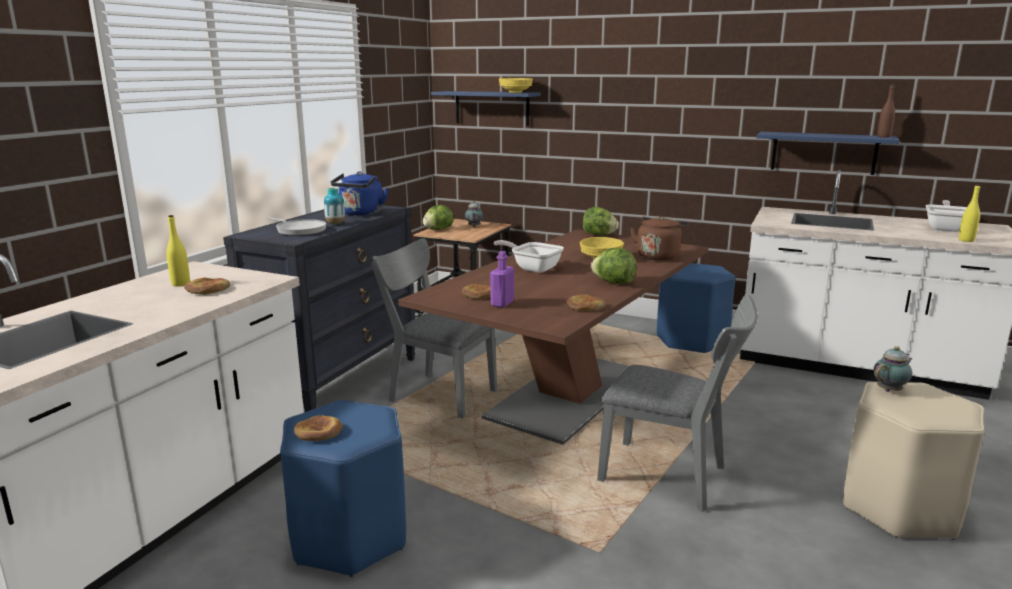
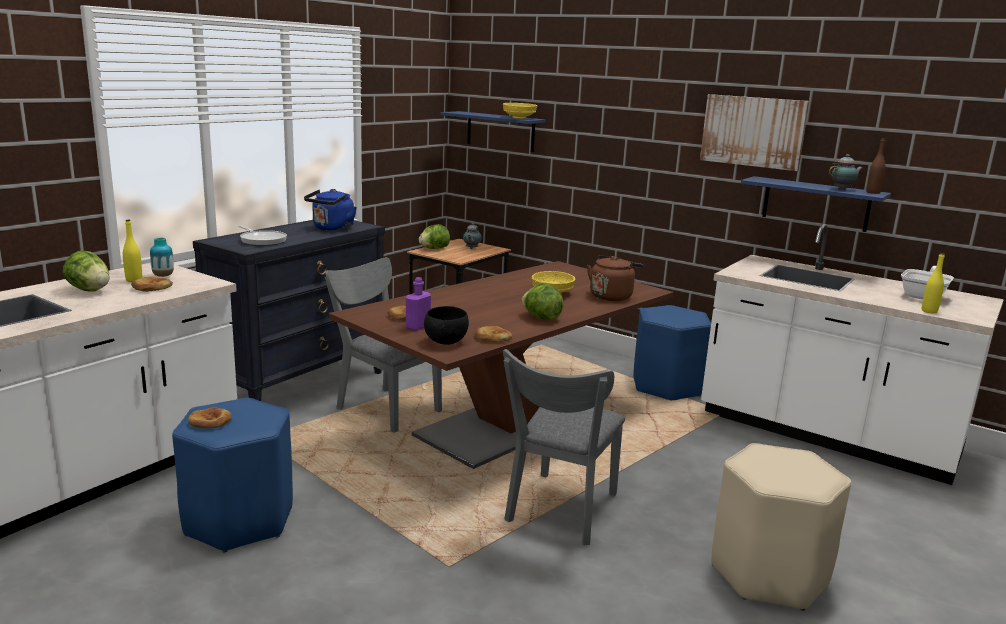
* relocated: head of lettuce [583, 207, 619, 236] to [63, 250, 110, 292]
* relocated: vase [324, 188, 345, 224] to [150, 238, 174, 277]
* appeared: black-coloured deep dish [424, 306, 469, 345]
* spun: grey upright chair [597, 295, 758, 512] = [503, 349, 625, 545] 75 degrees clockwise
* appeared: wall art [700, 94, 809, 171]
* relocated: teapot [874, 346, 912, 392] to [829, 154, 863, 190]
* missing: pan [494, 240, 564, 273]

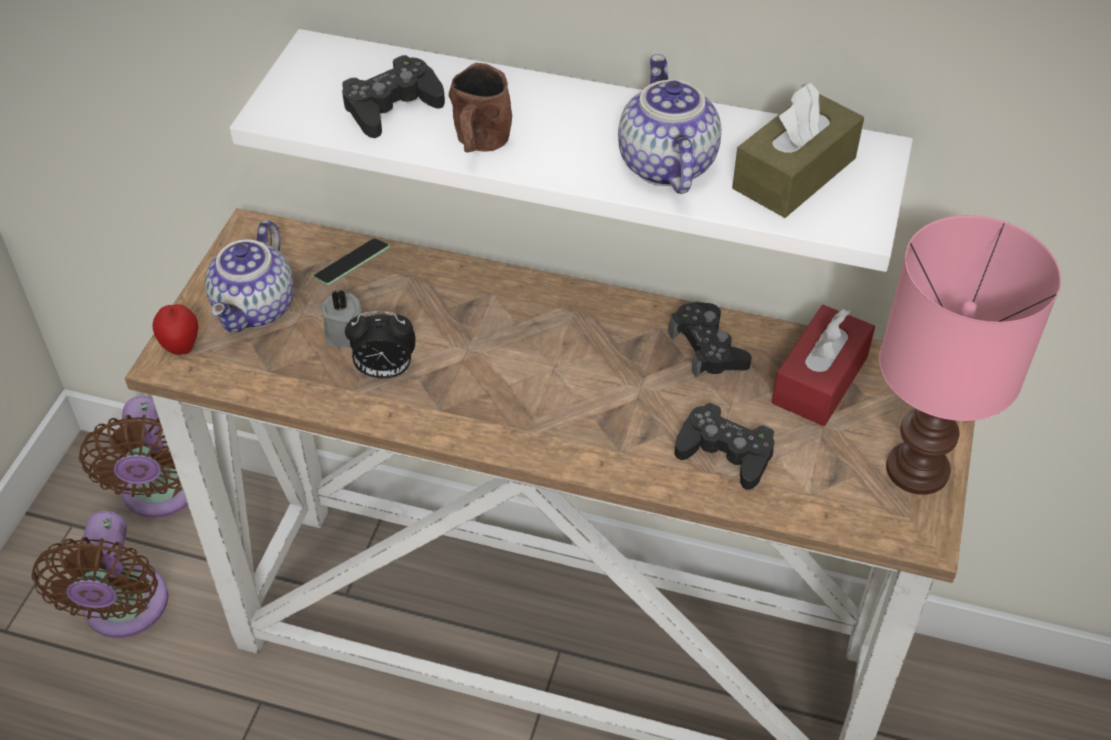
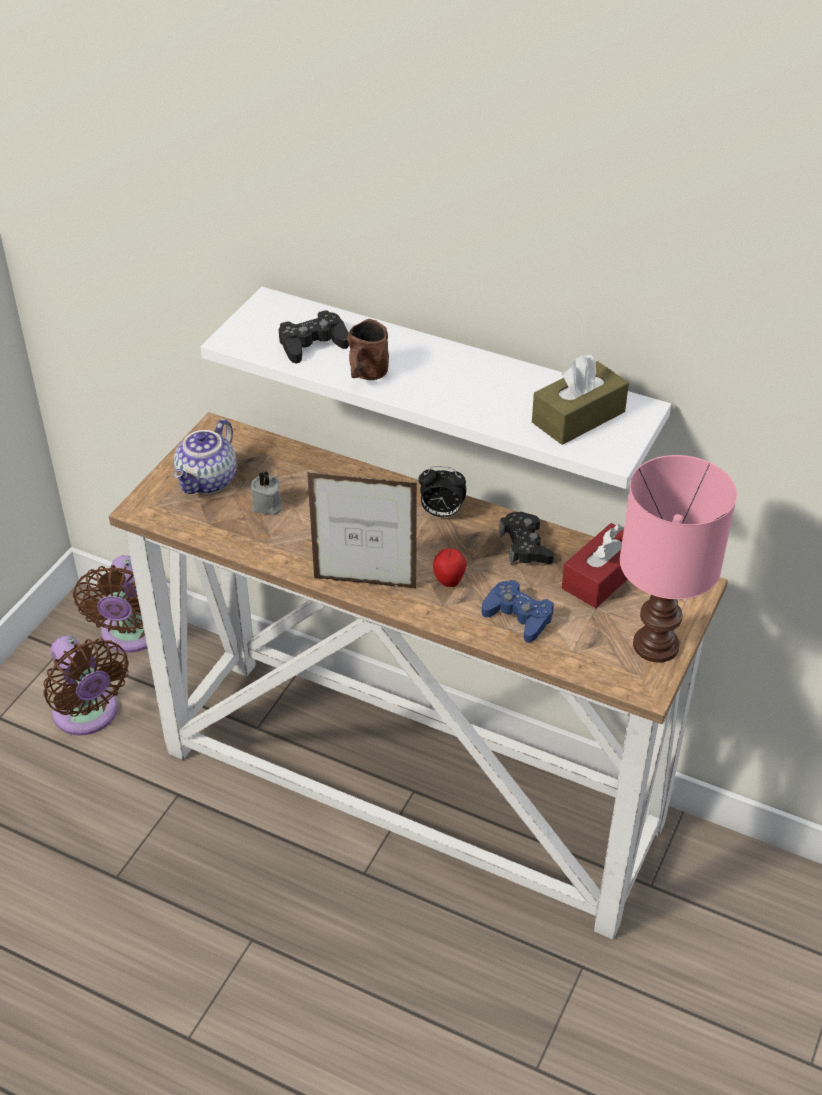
* spun: brownish fan [31, 511, 168, 638] = [43, 636, 129, 736] 45 degrees counterclockwise
* appeared: picture frame [307, 472, 417, 589]
* relocated: alarm clock [345, 311, 416, 379] to [418, 466, 466, 517]
* relocated: apple fruit [152, 304, 198, 355] to [433, 549, 466, 587]
* colour: black-coloured gamepad [675, 403, 774, 490] to blue-coloured gamepad [482, 580, 554, 643]
* missing: handset [313, 238, 390, 285]
* missing: teapot [618, 54, 721, 194]

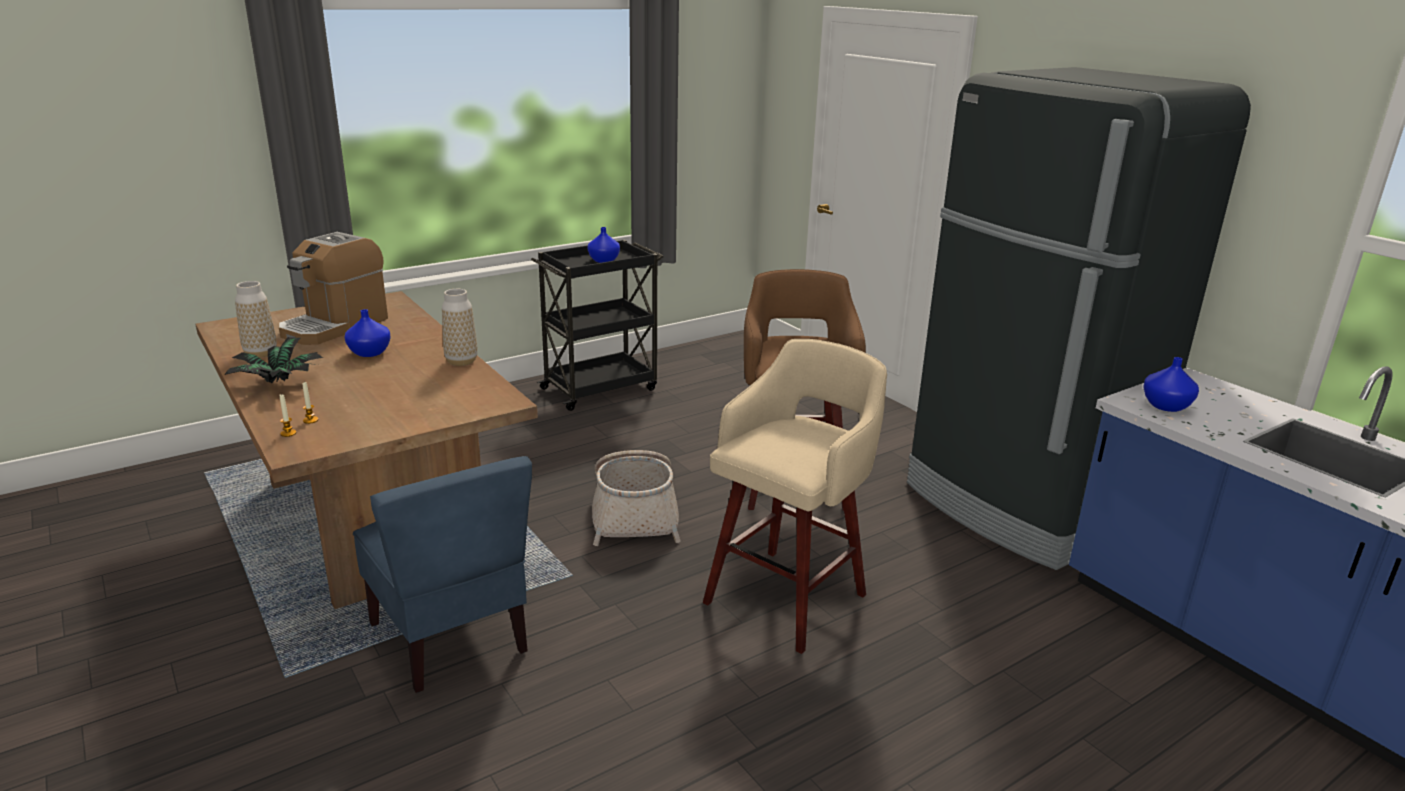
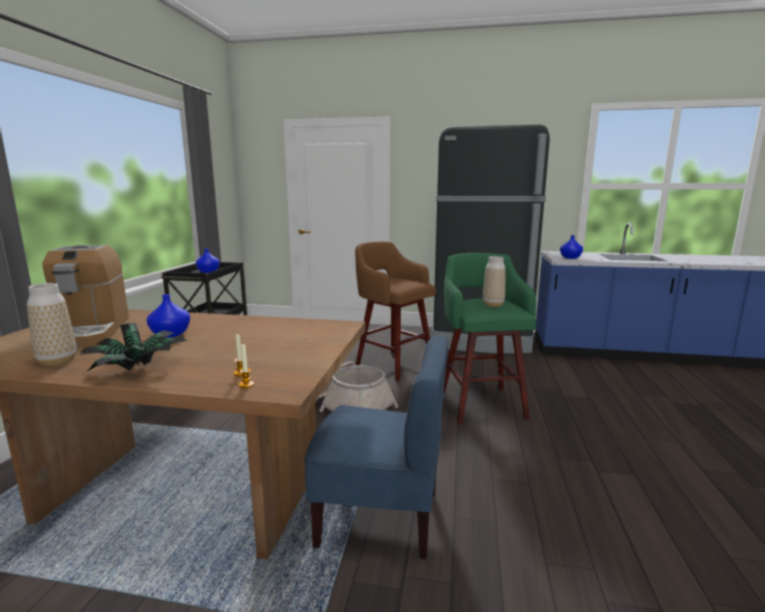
* colour: beige-coloured stool [703, 339, 887, 654] to green stool [444, 253, 536, 424]
* relocated: vase [442, 289, 477, 366] to [483, 256, 506, 307]

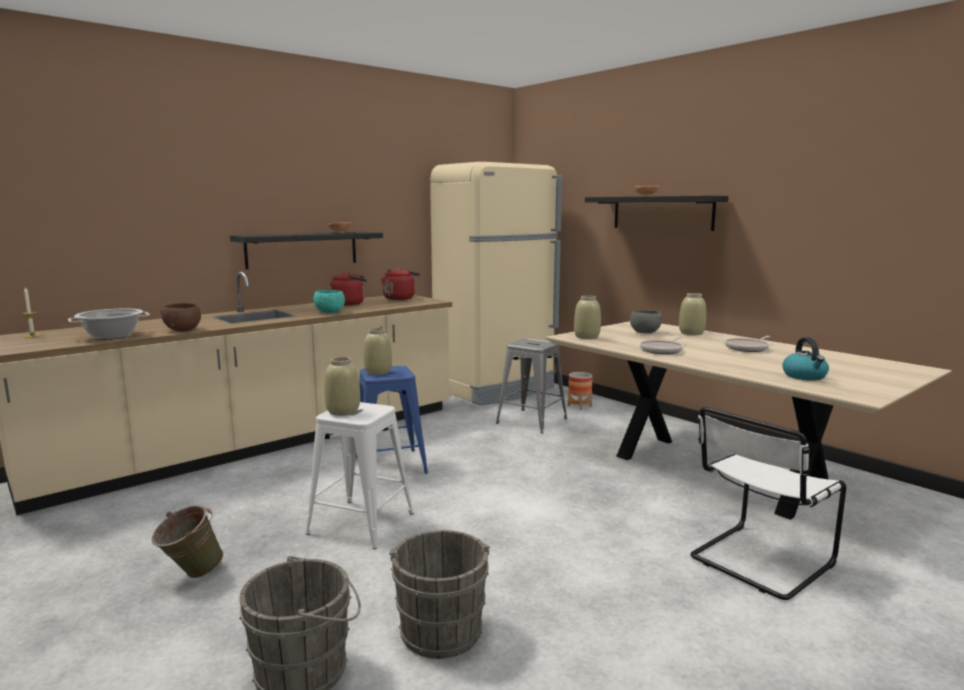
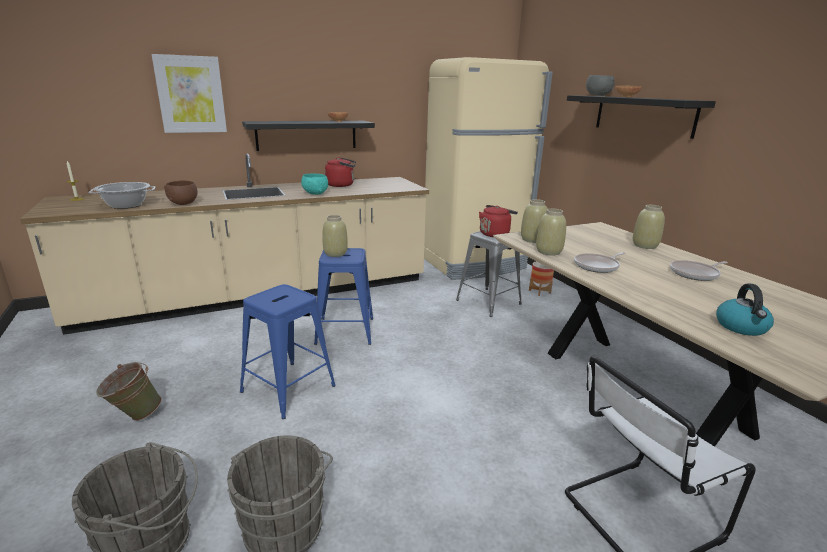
* appeared: wall art [151, 54, 227, 133]
* colour: white stool [306, 402, 413, 549] to blue-coloured stool [240, 284, 336, 419]
* relocated: red-coloured kettle [381, 268, 420, 300] to [479, 205, 518, 237]
* relocated: beige-coloured vase [324, 357, 360, 416] to [536, 208, 566, 256]
* relocated: grey deep dish [630, 310, 662, 334] to [586, 75, 615, 96]

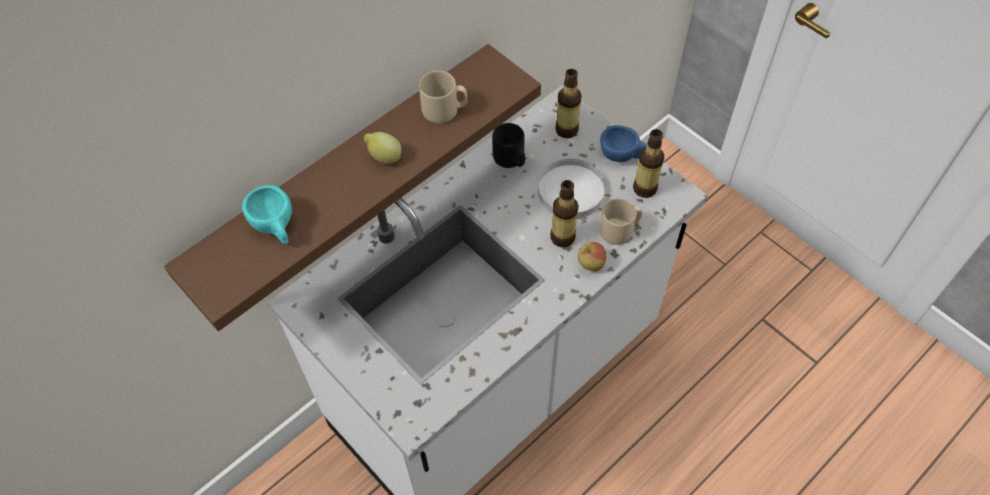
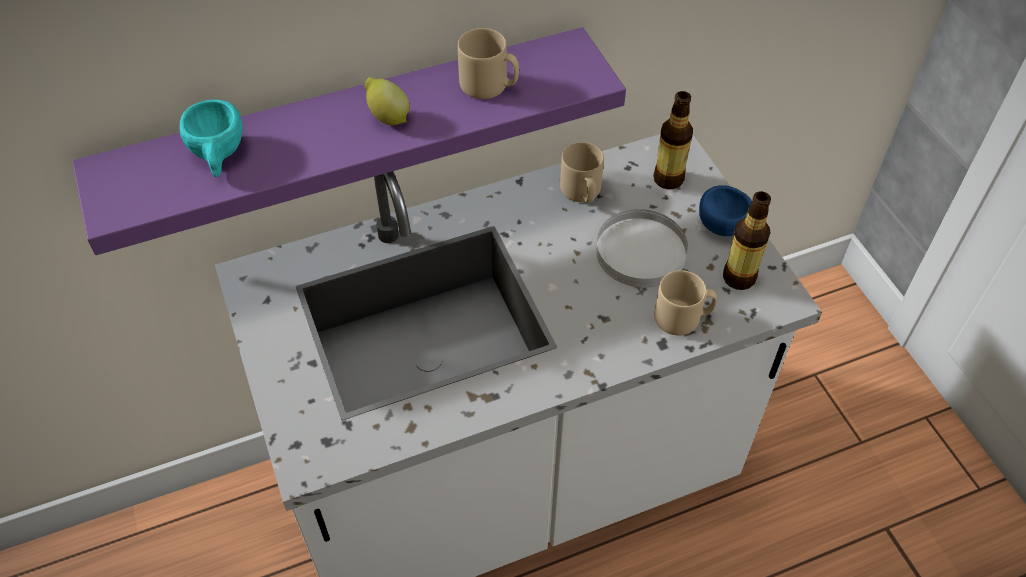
* colour: brownish bracket shelf [164, 44, 541, 331] to purple-coloured bracket shelf [72, 27, 626, 255]
* colour: black-coloured mug [492, 123, 525, 168] to beige-coloured mug [560, 142, 604, 203]
* missing: drink bottle [550, 180, 579, 247]
* missing: apple fruit [578, 242, 606, 272]

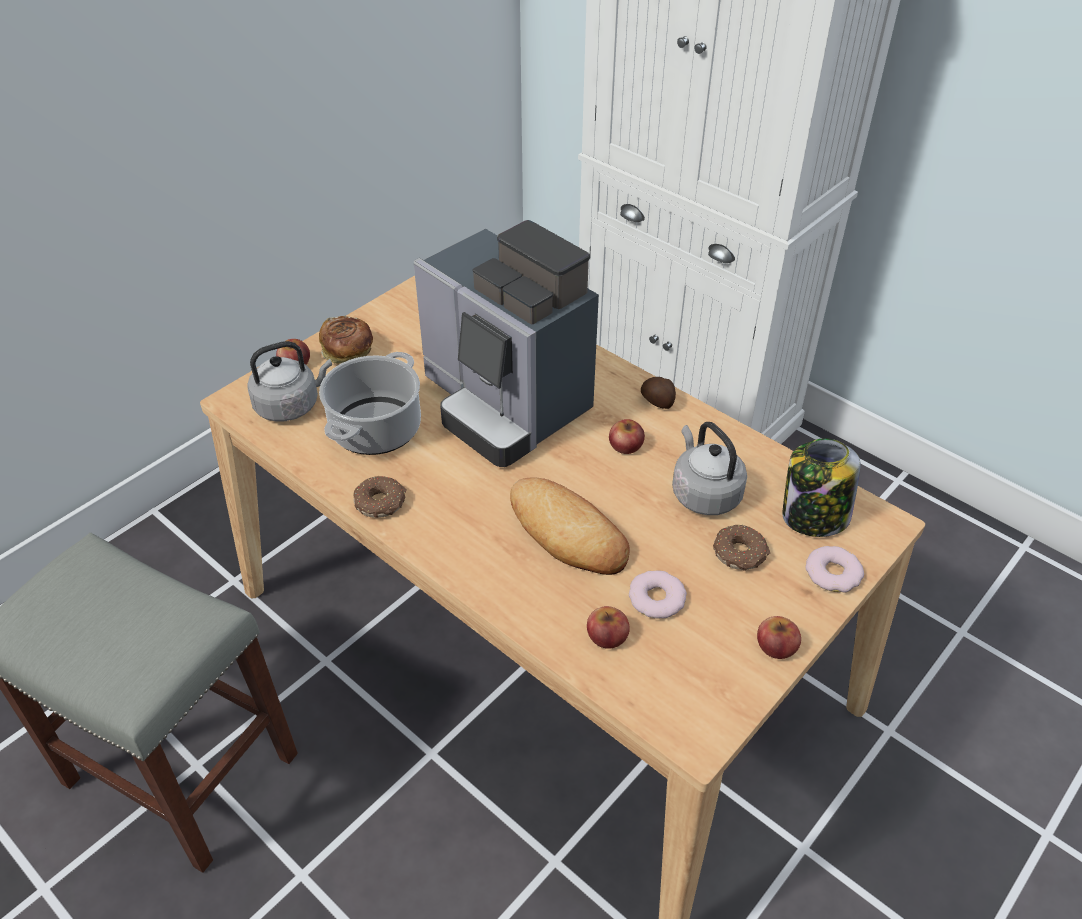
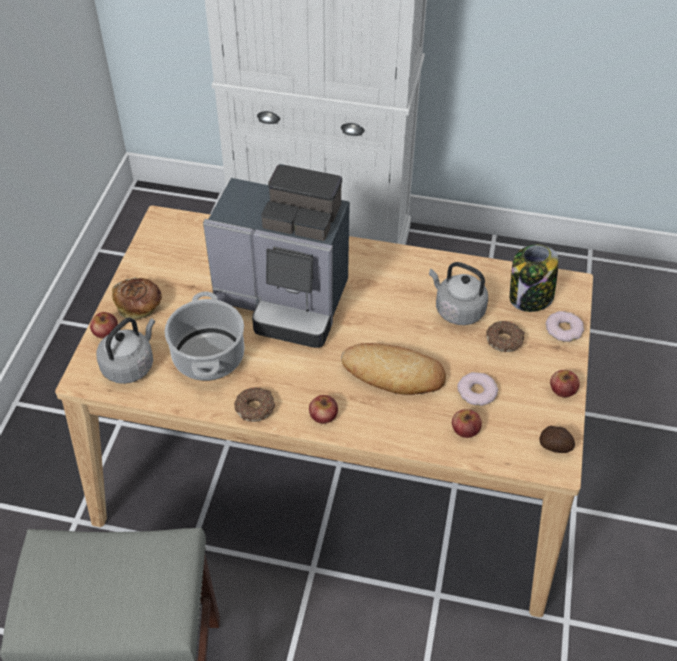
* relocated: apple fruit [609, 419, 645, 454] to [309, 395, 338, 424]
* relocated: spud [641, 377, 676, 409] to [539, 426, 575, 453]

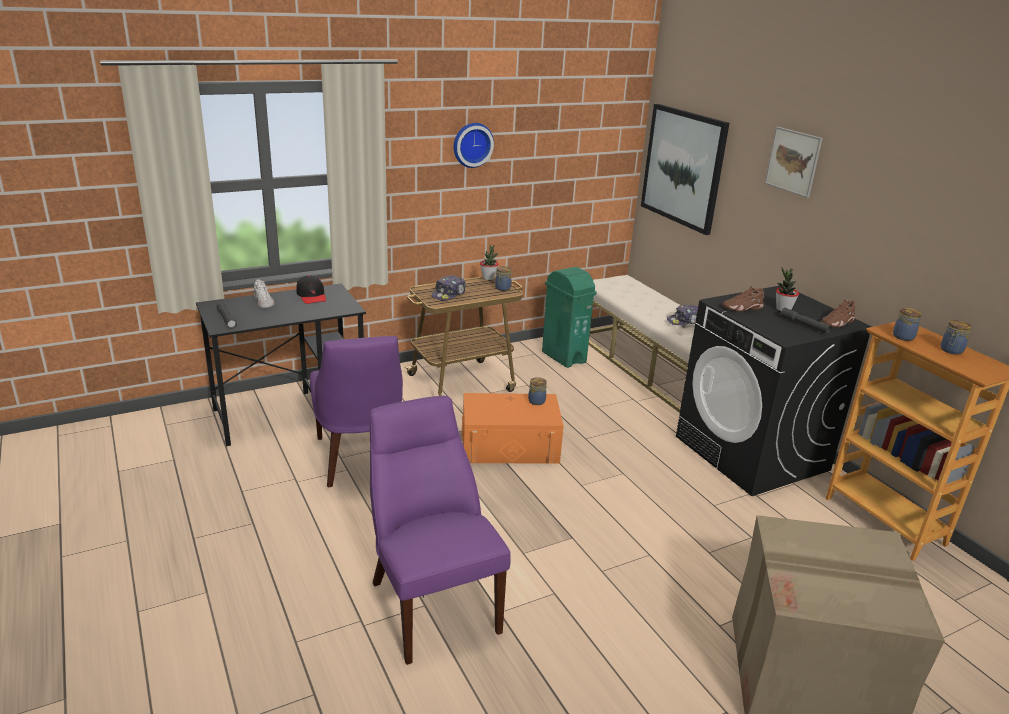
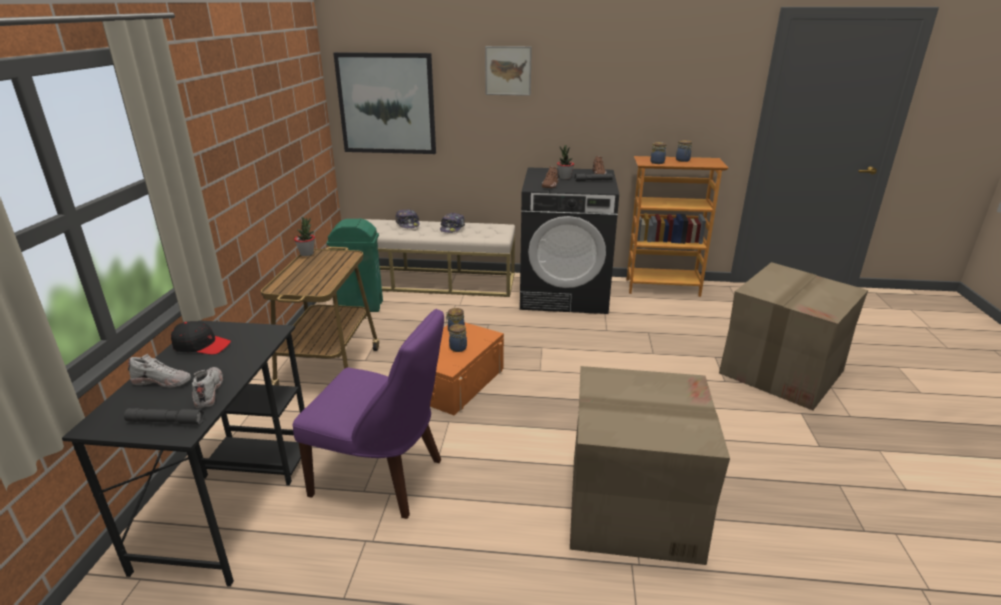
* appeared: white shoe [192, 367, 223, 408]
* relocated: peaked cap [431, 275, 466, 301] to [395, 209, 420, 228]
* relocated: preserve jar [495, 266, 511, 291] to [449, 324, 467, 352]
* exchanged: purple-coloured upright chair [370, 396, 511, 665] to carton [570, 366, 730, 565]
* missing: clock on the wall [454, 123, 494, 168]

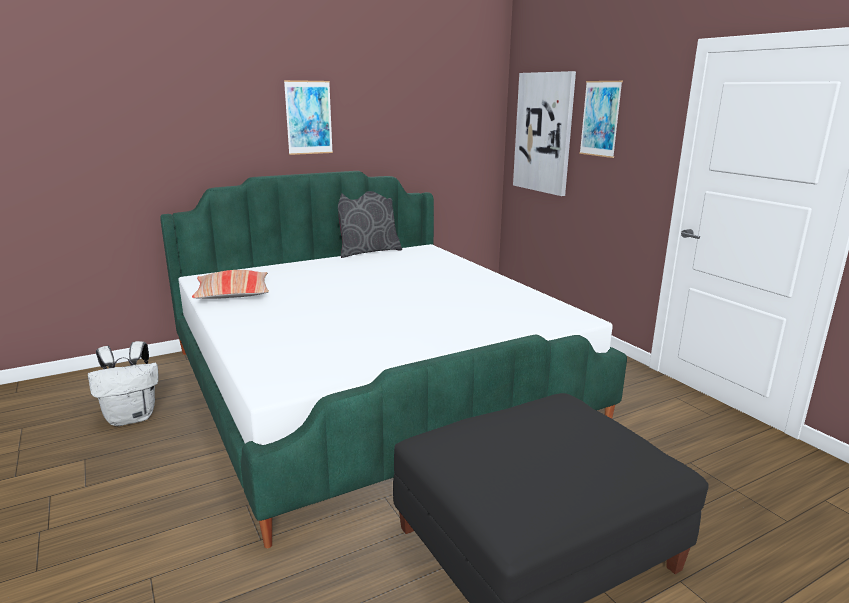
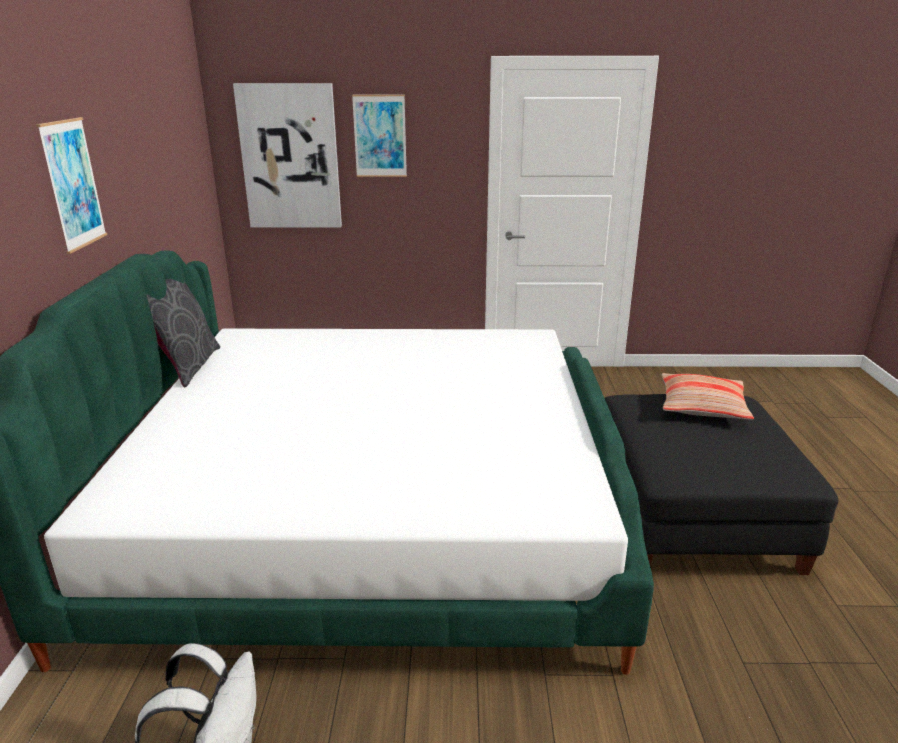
* relocated: throw pillow [192, 270, 269, 299] to [661, 373, 754, 420]

